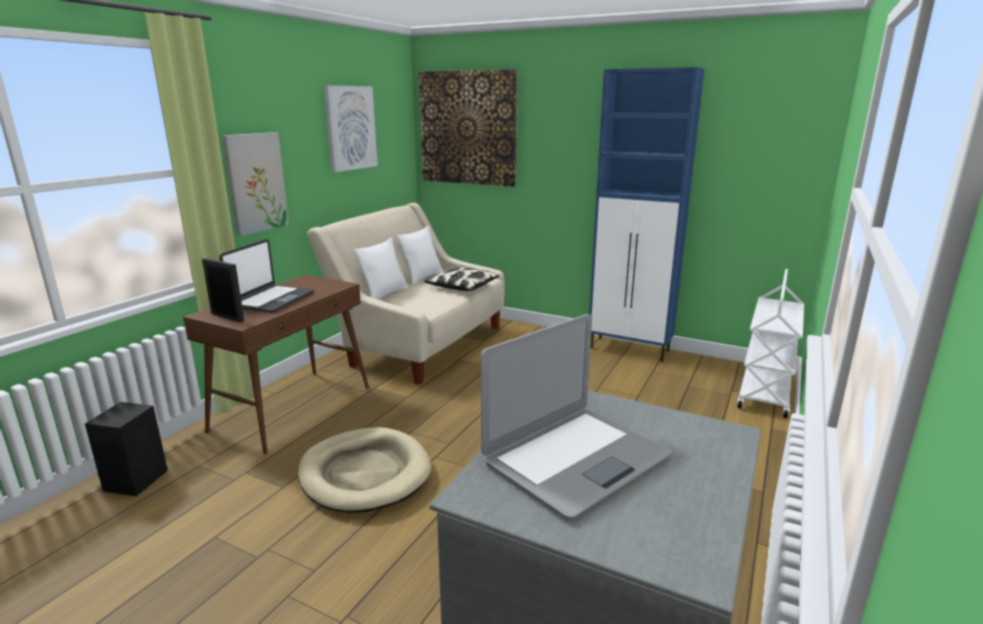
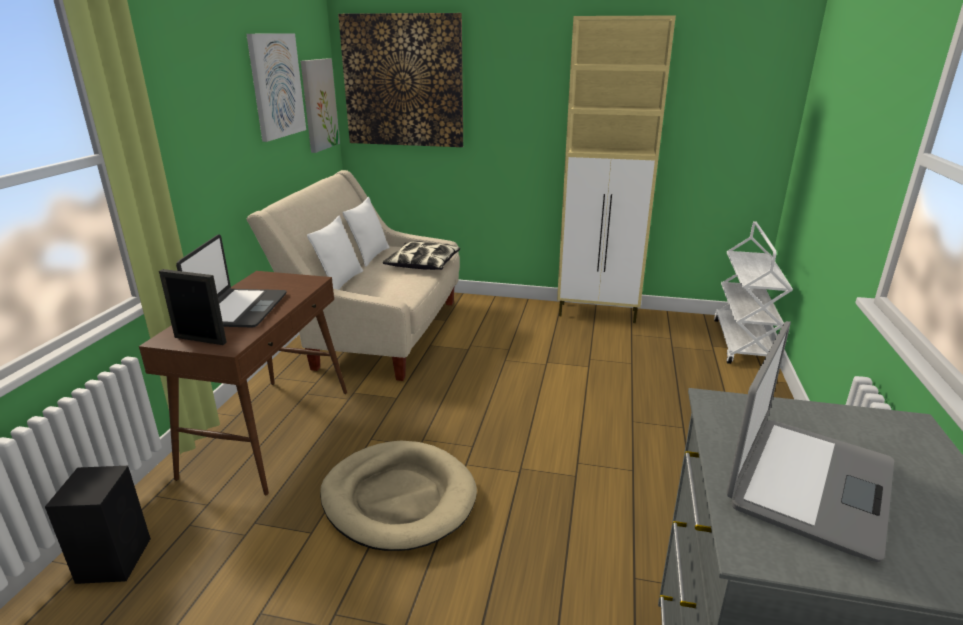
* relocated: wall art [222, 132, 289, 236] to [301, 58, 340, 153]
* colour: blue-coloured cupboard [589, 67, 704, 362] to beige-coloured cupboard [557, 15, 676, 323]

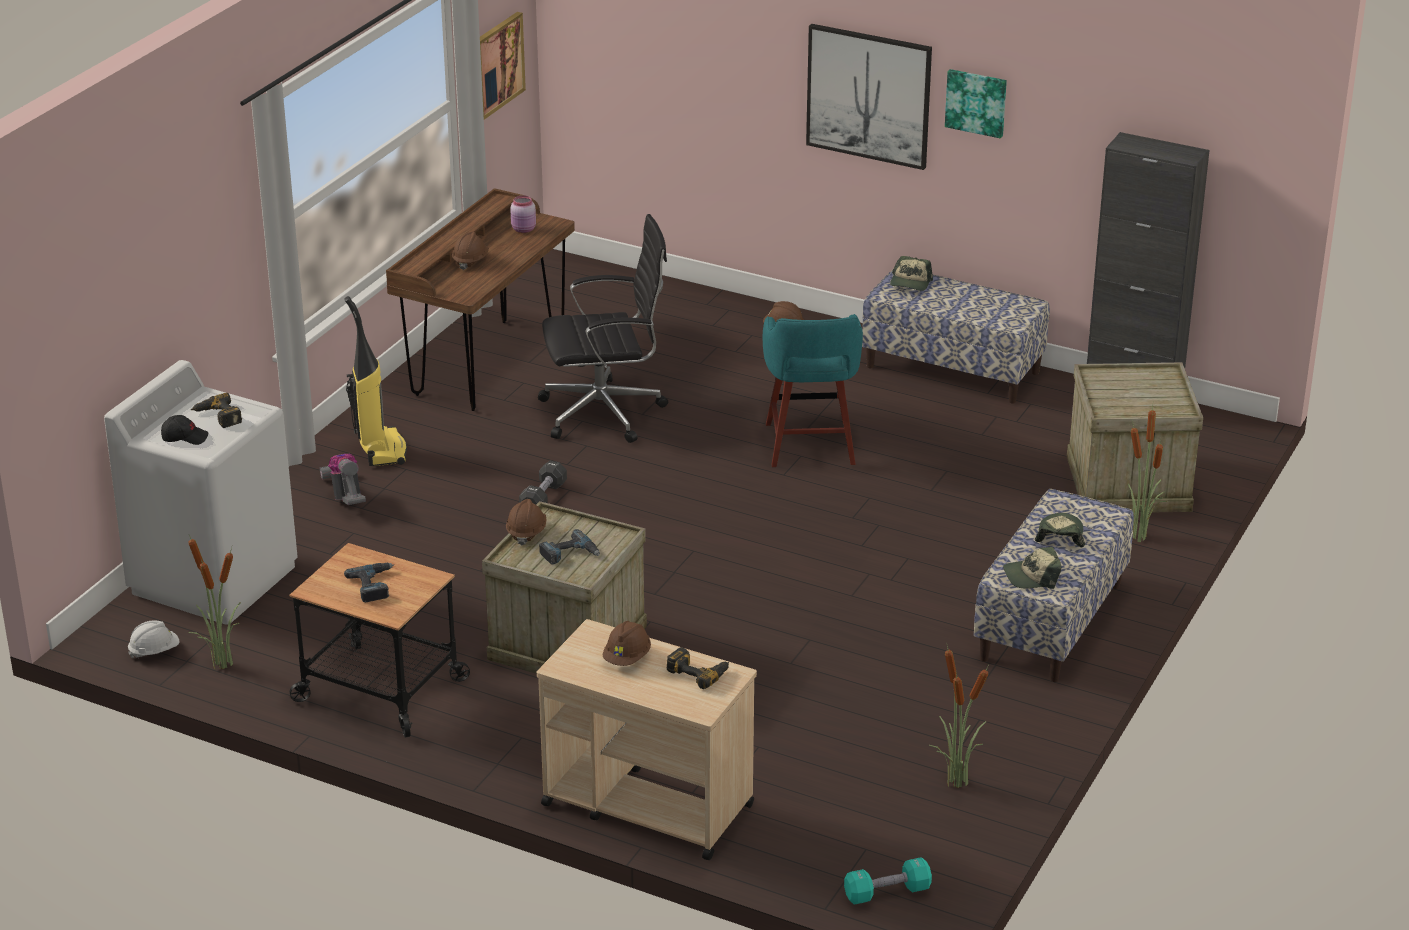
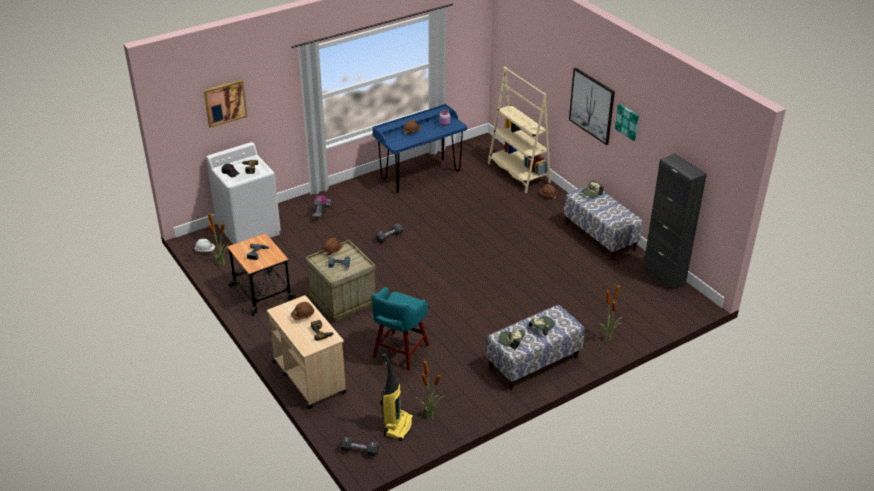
* relocated: wall art [480, 12, 526, 120] to [204, 80, 247, 128]
* colour: turquoise-coloured free weight [844, 857, 932, 905] to black-coloured free weight [340, 437, 379, 456]
* relocated: turquoise-coloured stool [763, 314, 863, 467] to [371, 287, 429, 371]
* colour: brownish desk unit [386, 188, 575, 411] to blue-coloured desk unit [373, 104, 467, 193]
* relocated: vacuum cleaner [344, 296, 407, 466] to [381, 353, 413, 441]
* appeared: beige-coloured bookshelf [488, 67, 551, 193]
* missing: black-coloured office chair [538, 214, 668, 443]
* missing: crate [1067, 362, 1203, 513]

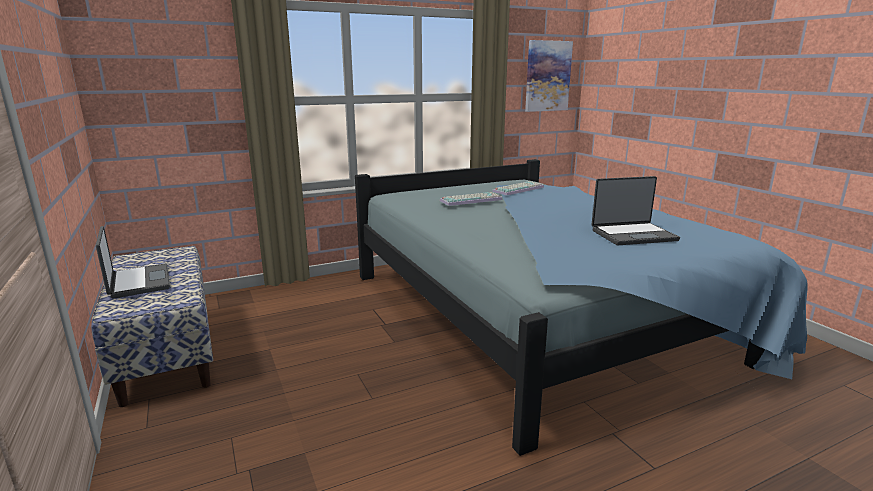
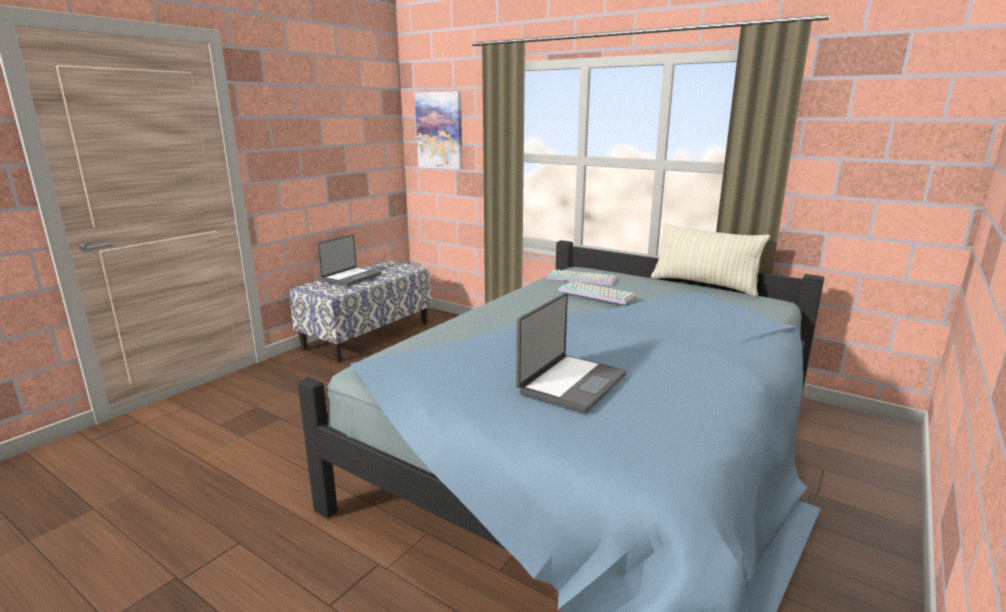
* relocated: wall art [525, 40, 573, 112] to [415, 91, 463, 170]
* spun: portable computer [592, 176, 680, 245] = [516, 293, 627, 414] 105 degrees counterclockwise
* relocated: keyboard [492, 181, 544, 195] to [547, 269, 617, 286]
* appeared: beige-coloured throw pillow [651, 223, 770, 296]

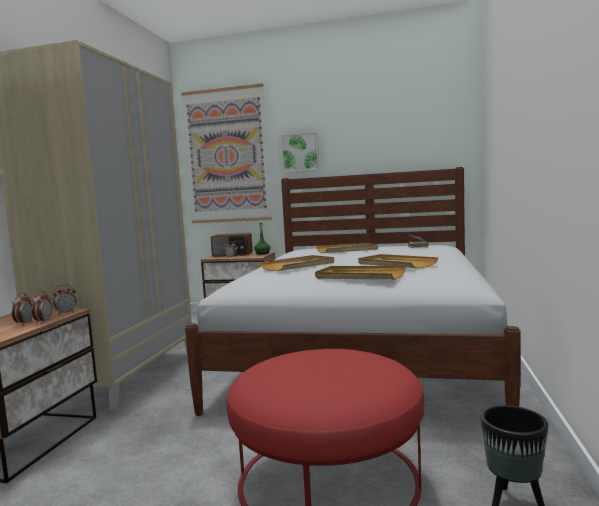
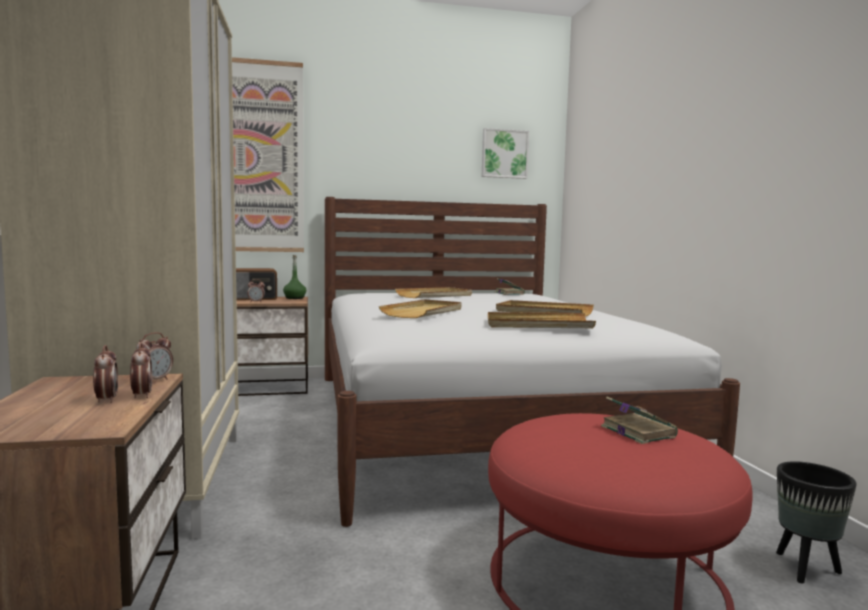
* relocated: wall art [281, 132, 319, 172] to [482, 128, 529, 179]
* appeared: volume [601, 397, 678, 444]

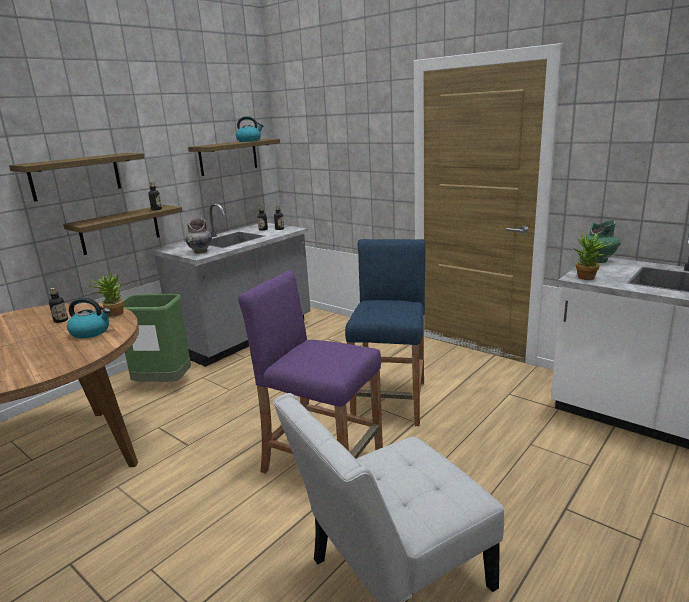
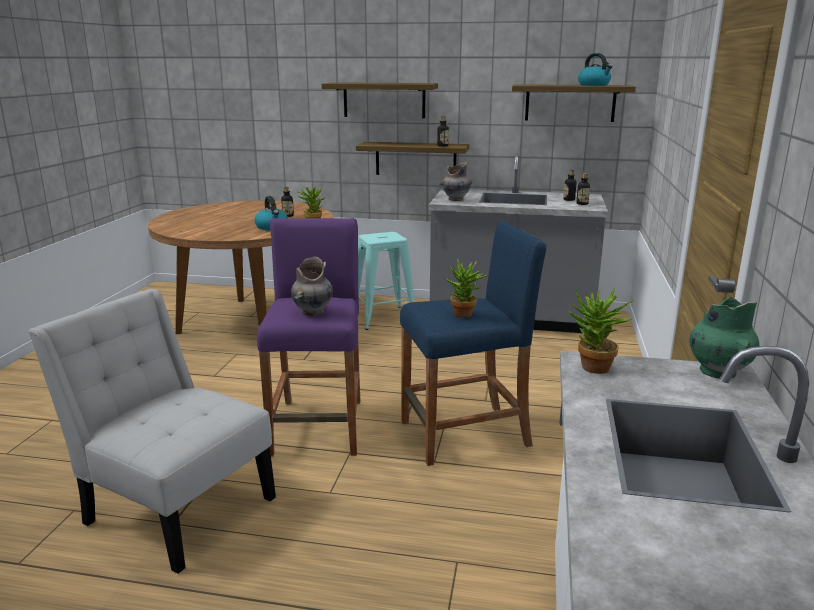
* appeared: grey vase [291, 257, 333, 316]
* exchanged: green trash can [124, 294, 191, 382] to turquoise-coloured stool [358, 232, 414, 330]
* appeared: potted plant [445, 259, 489, 318]

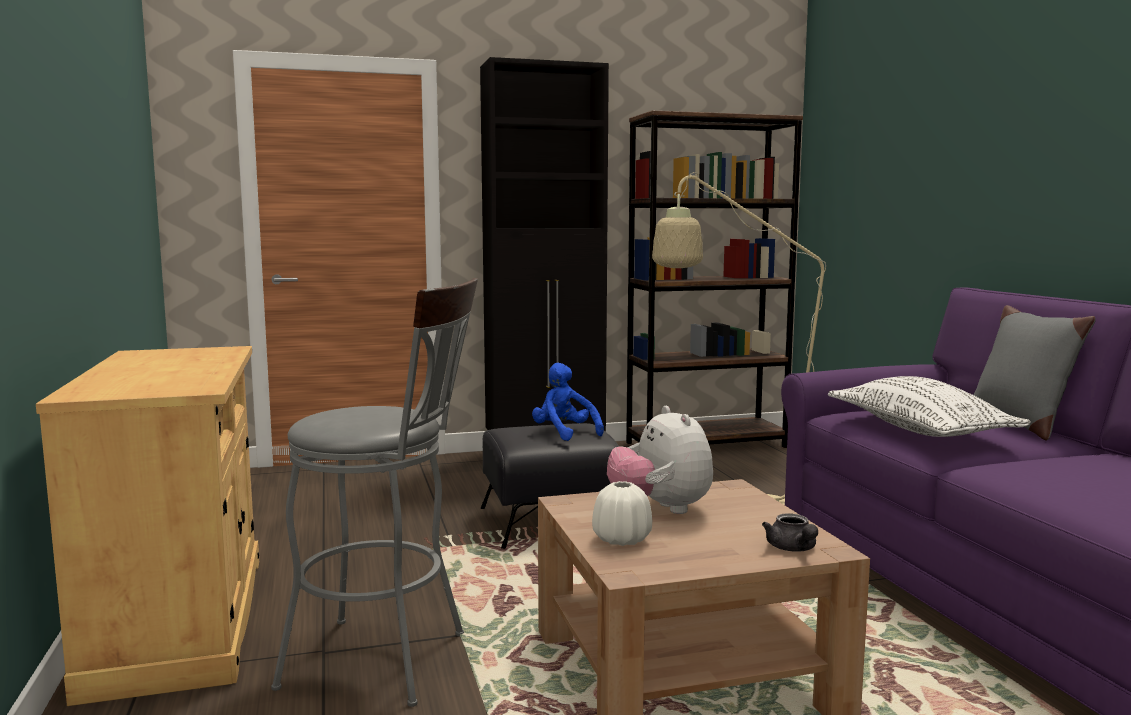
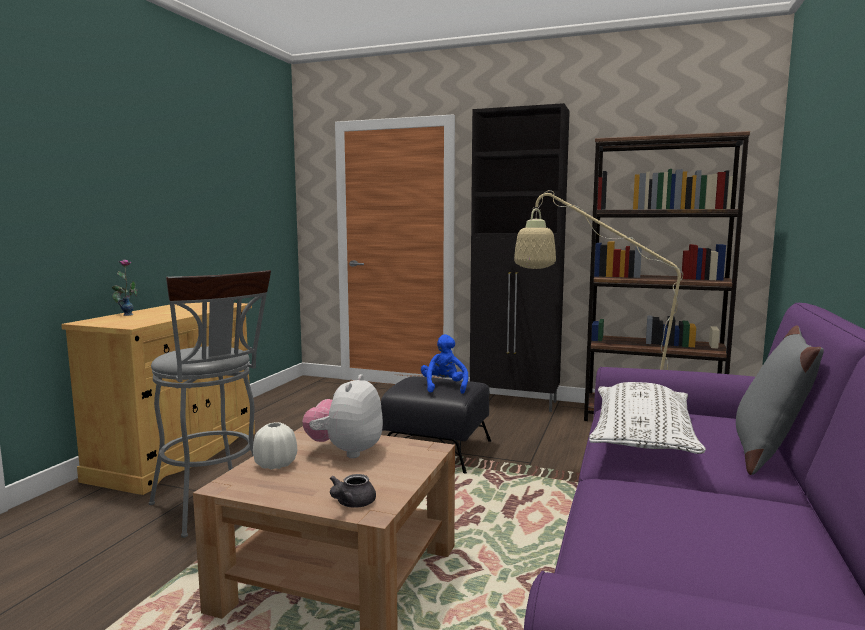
* appeared: vase [112, 260, 137, 316]

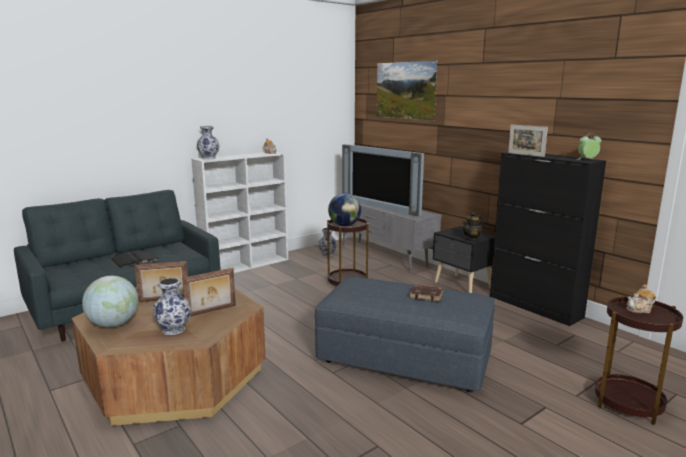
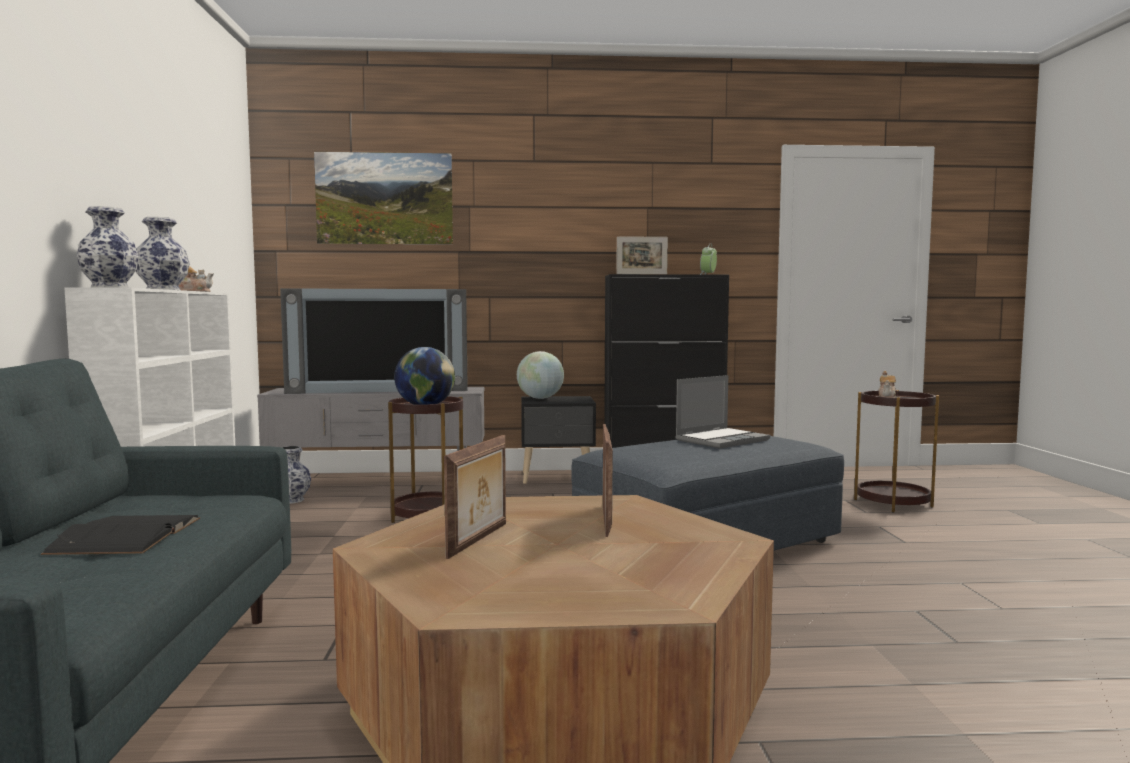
* relocated: vase [153, 278, 191, 335] to [136, 217, 190, 290]
* relocated: desk globe [82, 276, 138, 328] to [517, 351, 564, 399]
* exchanged: brownish volume [409, 285, 443, 302] to portable computer [675, 375, 770, 449]
* missing: teapot [462, 212, 483, 241]

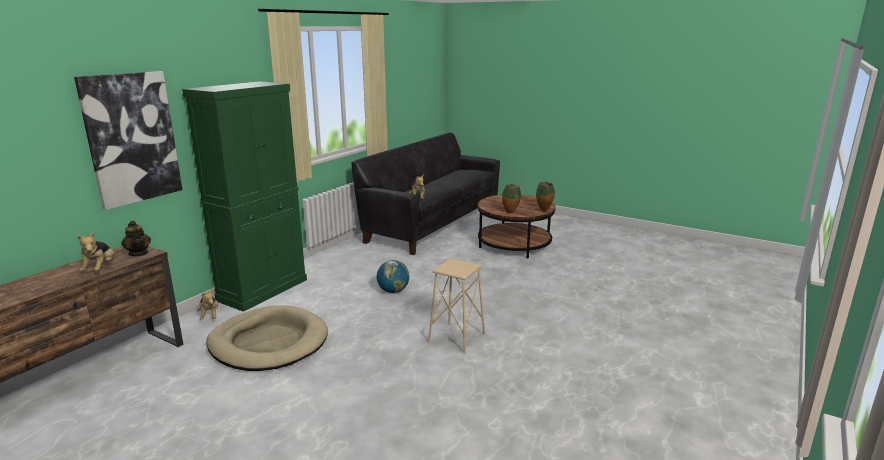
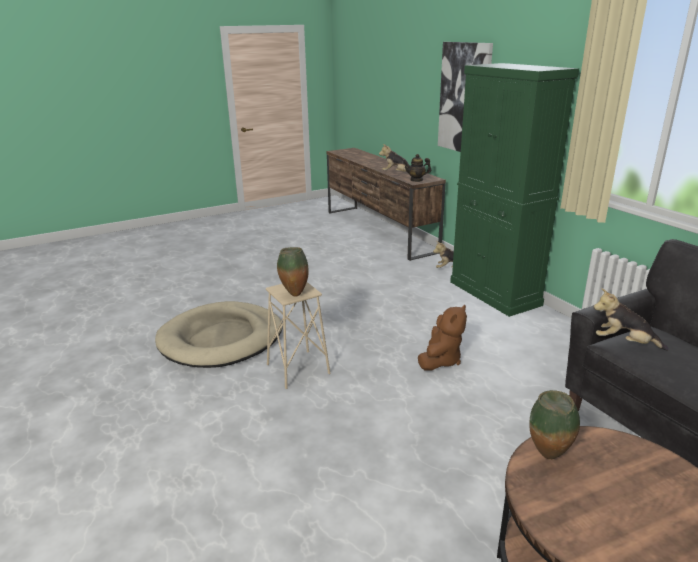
* relocated: beige-coloured pet bed [206, 305, 328, 371] to [155, 301, 282, 368]
* relocated: vase [536, 182, 555, 211] to [277, 247, 309, 296]
* exchanged: desk globe [377, 260, 409, 293] to brownish soft toy [418, 305, 467, 371]

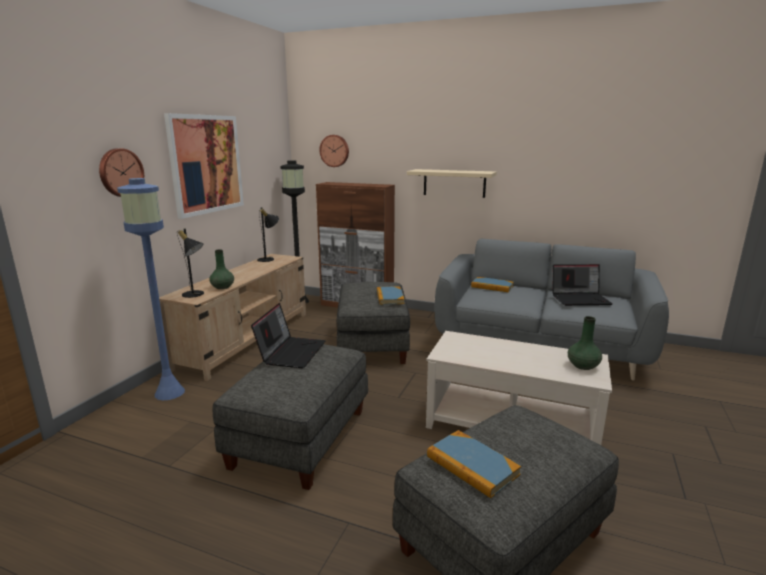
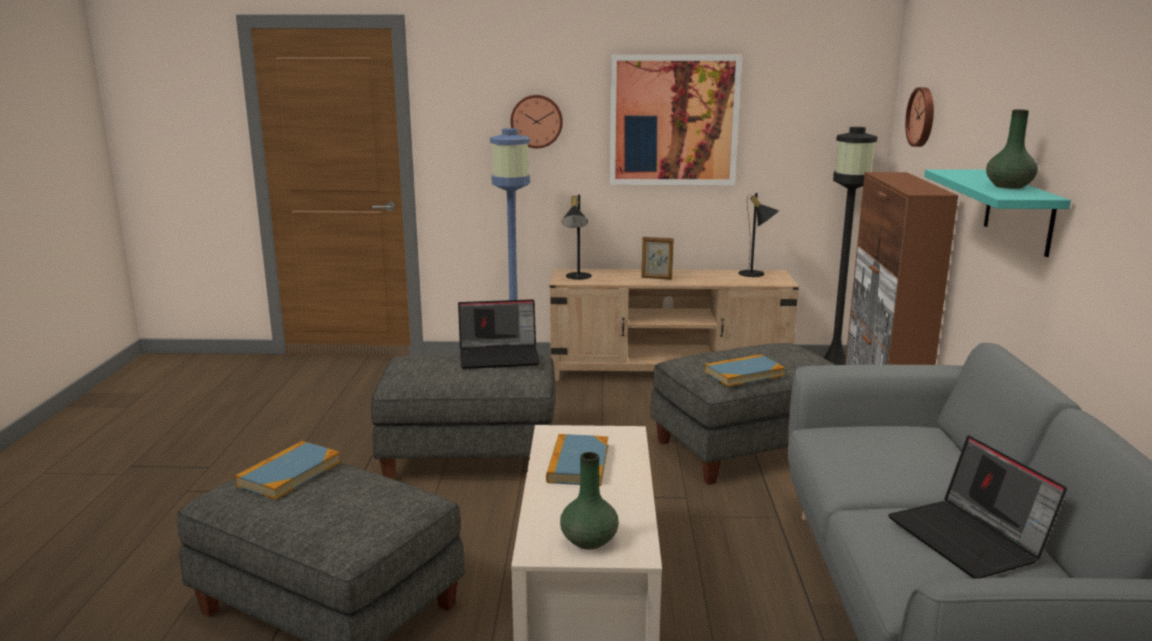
* relocated: volume [471, 277, 514, 293] to [546, 434, 608, 486]
* appeared: picture frame [641, 237, 674, 279]
* colour: beige-coloured bracket shelf [407, 169, 497, 198] to turquoise-coloured bracket shelf [924, 169, 1071, 257]
* relocated: green vase [209, 249, 234, 289] to [986, 109, 1038, 189]

